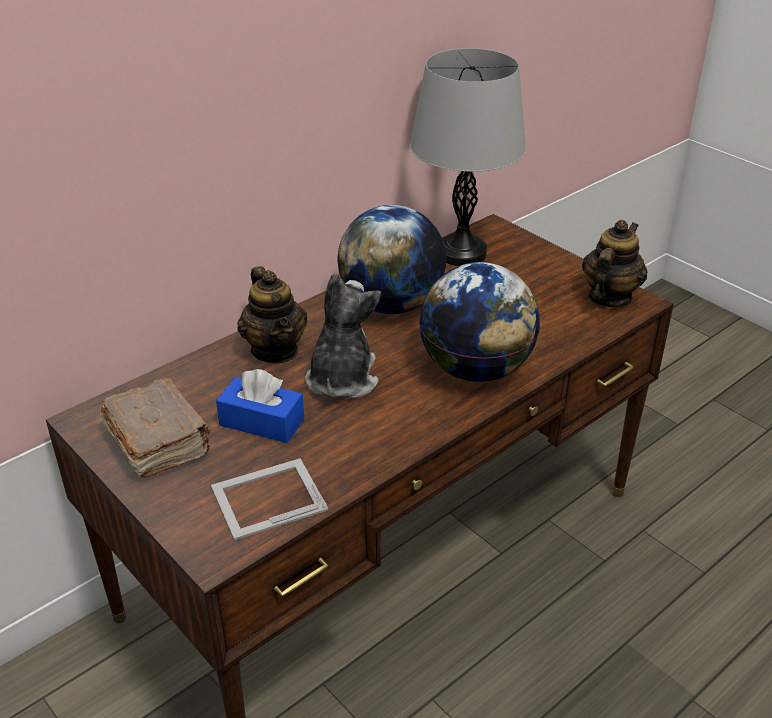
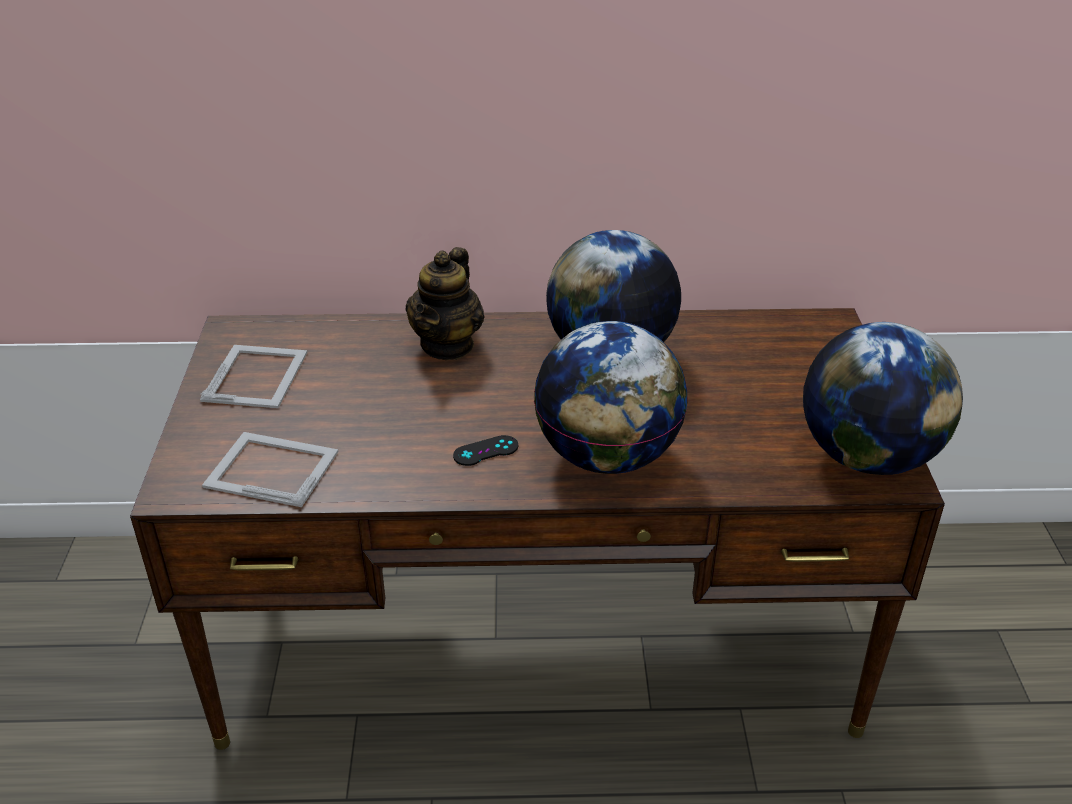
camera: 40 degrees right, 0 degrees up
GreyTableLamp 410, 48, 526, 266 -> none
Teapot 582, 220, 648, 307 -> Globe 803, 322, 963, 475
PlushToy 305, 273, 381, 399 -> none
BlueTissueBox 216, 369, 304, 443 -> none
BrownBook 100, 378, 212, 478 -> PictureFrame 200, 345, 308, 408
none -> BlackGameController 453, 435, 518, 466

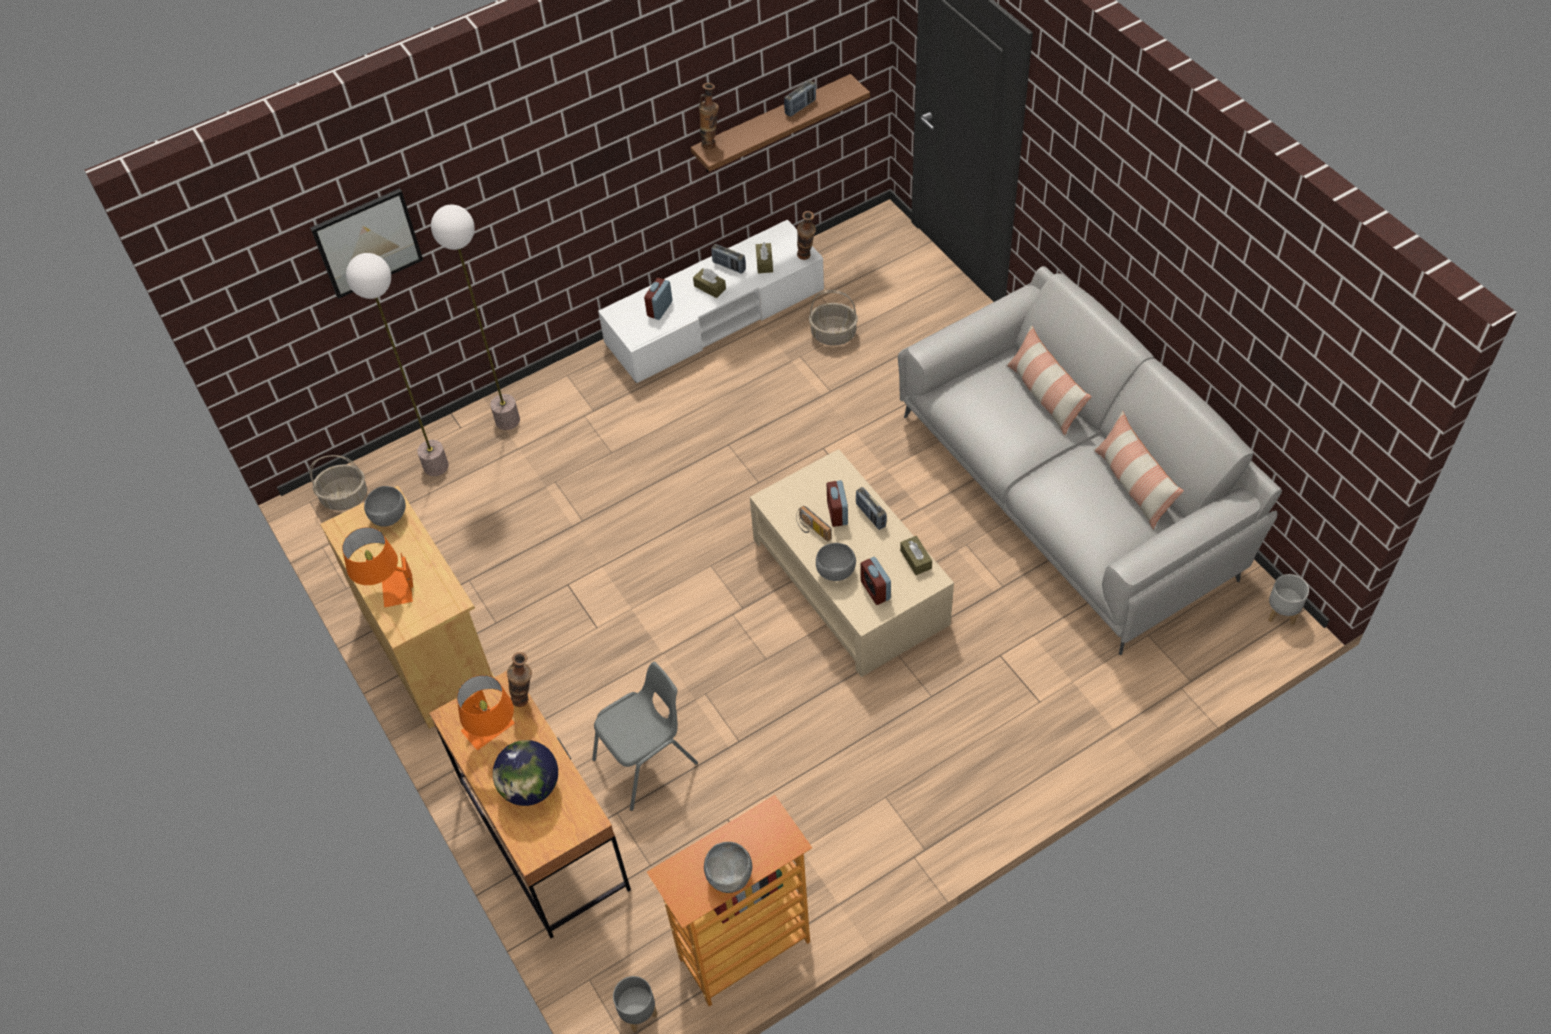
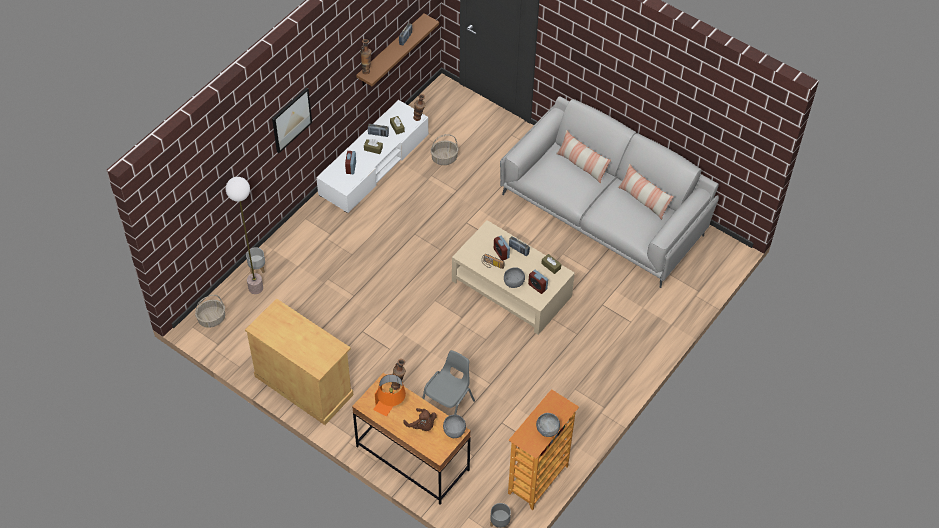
camera: 25 degrees left, 0 degrees up
Picture 311, 188, 423, 299 -> Picture 272, 88, 312, 153, move
FloorLamp 431, 204, 520, 430 -> none
GreyBowl 364, 486, 406, 526 -> GreyBowl 443, 415, 466, 438, move
OrangeTableLamp 342, 527, 413, 607 -> none
GreyPlanter 1268, 574, 1309, 625 -> GreyPlanter 246, 247, 265, 274, move
Globe 493, 740, 558, 806 -> BrownPlushToy 403, 408, 437, 431

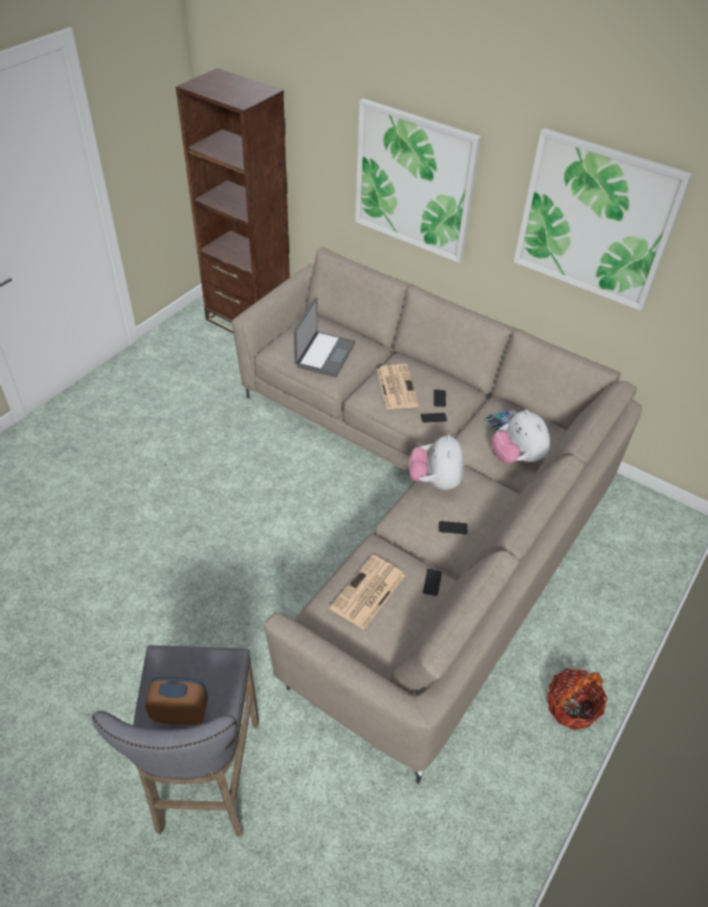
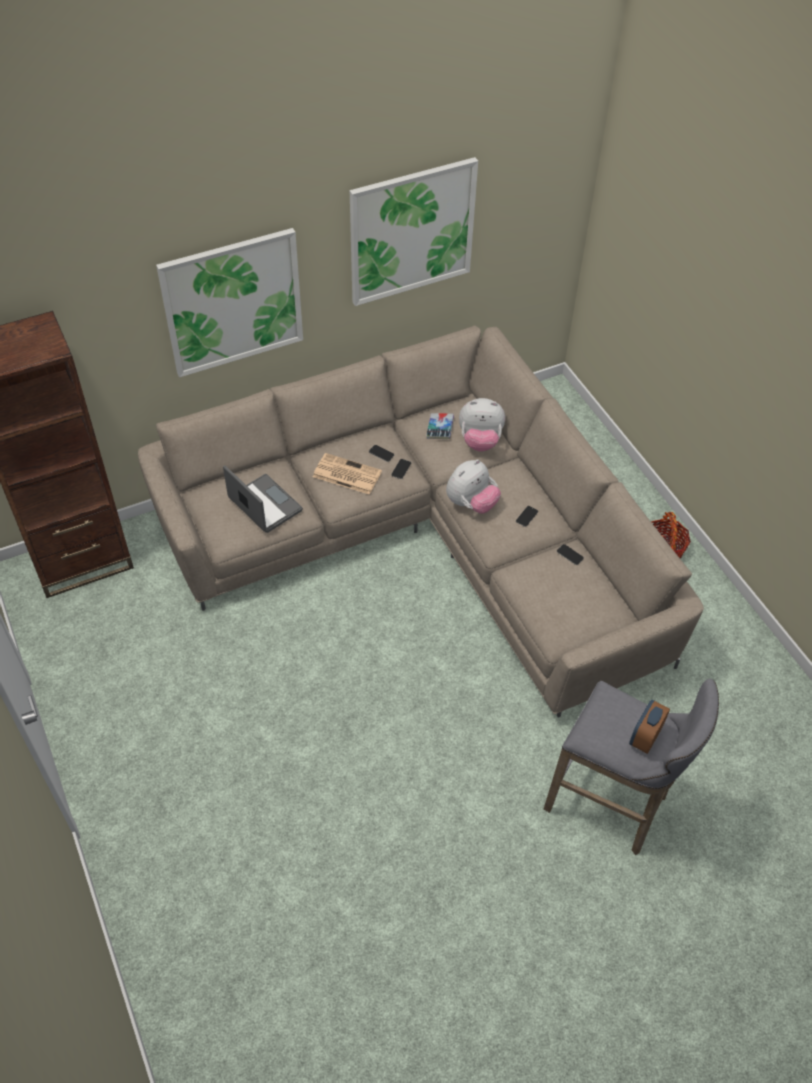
camera: 60 degrees left, 5 degrees up
PlushToy 409, 434, 464, 490 -> PlushToy 446, 459, 501, 514, 75 degrees counterclockwise
Newspaper 330, 555, 405, 630 -> none

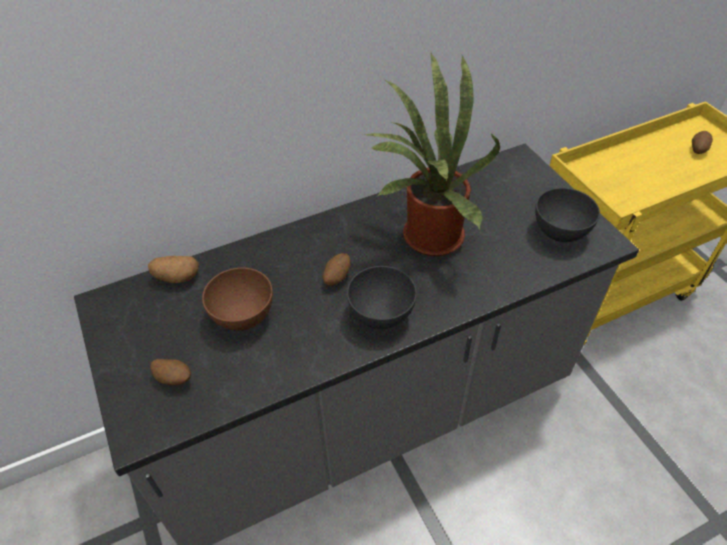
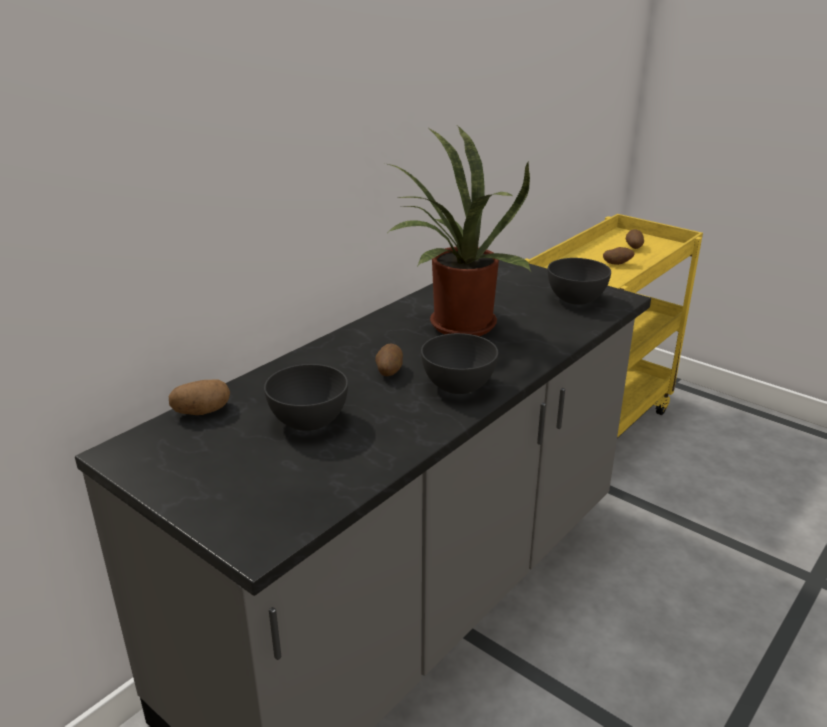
camera: 25 degrees left, 20 degrees down
BrownBowl 202, 268, 273, 331 -> GreyBowl 264, 364, 348, 431
Potato 150, 359, 191, 385 -> Potato 603, 247, 635, 265, move

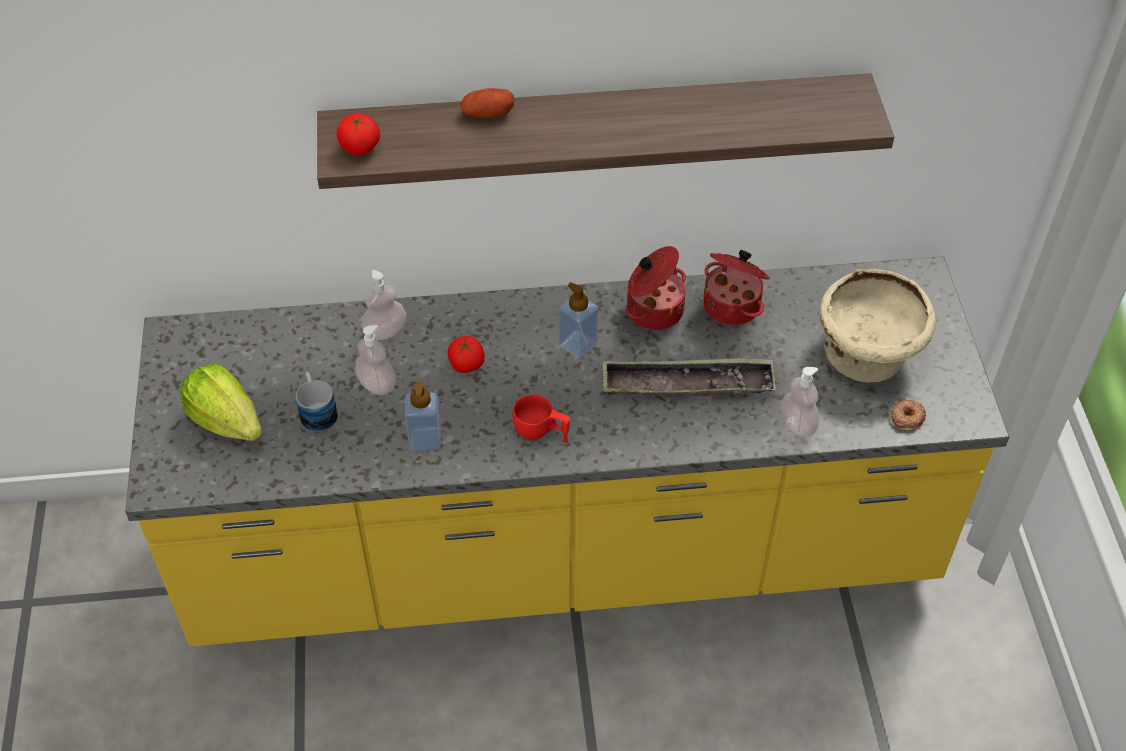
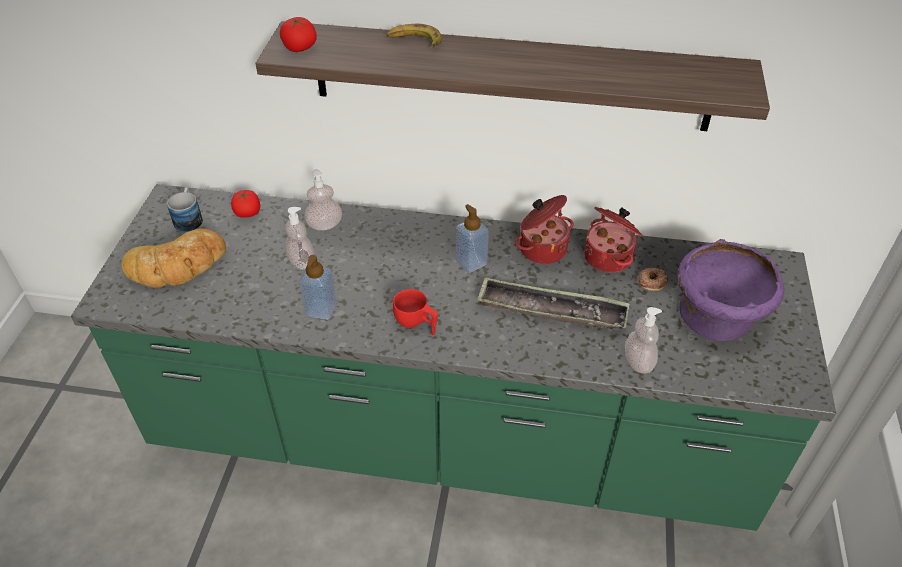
camera: 15 degrees right, 5 degrees down
Potato 460, 88, 514, 118 -> Banana 386, 24, 442, 48
YellowCounter 125, 256, 1009, 646 -> GreenCounter 71, 184, 836, 531
BeigeBowl 820, 268, 936, 382 -> PurpleBowl 677, 239, 784, 341
Tomato 447, 336, 485, 373 -> Tomato 231, 190, 260, 218, move
Lettuce 180, 364, 262, 441 -> Bread 121, 229, 226, 288
Mug 296, 372, 338, 432 -> Mug 167, 187, 203, 233, move
Donut 891, 400, 926, 431 -> Donut 638, 268, 668, 291, move

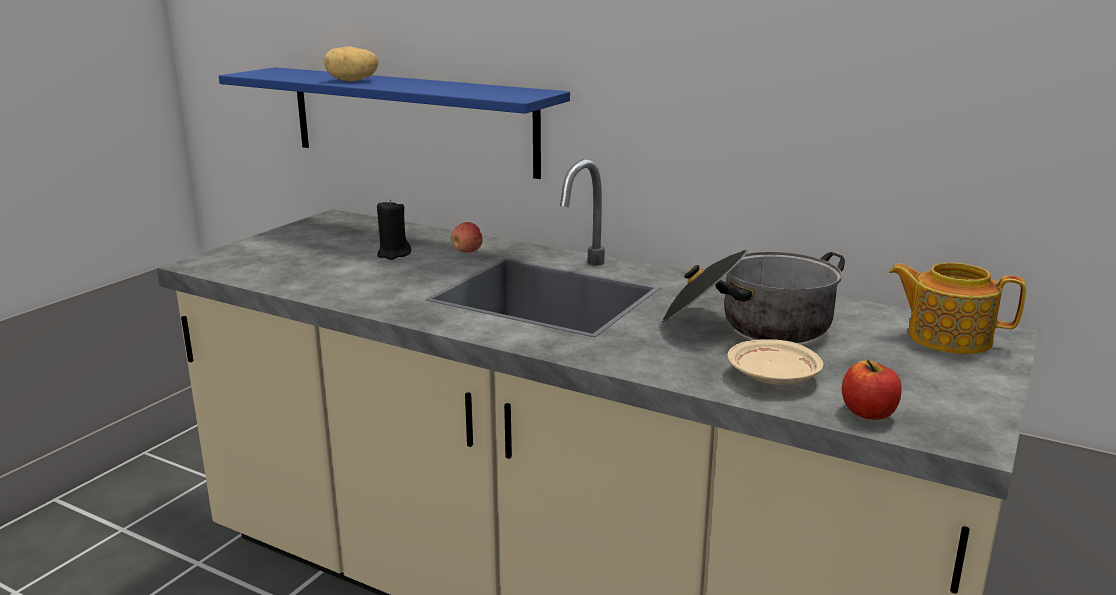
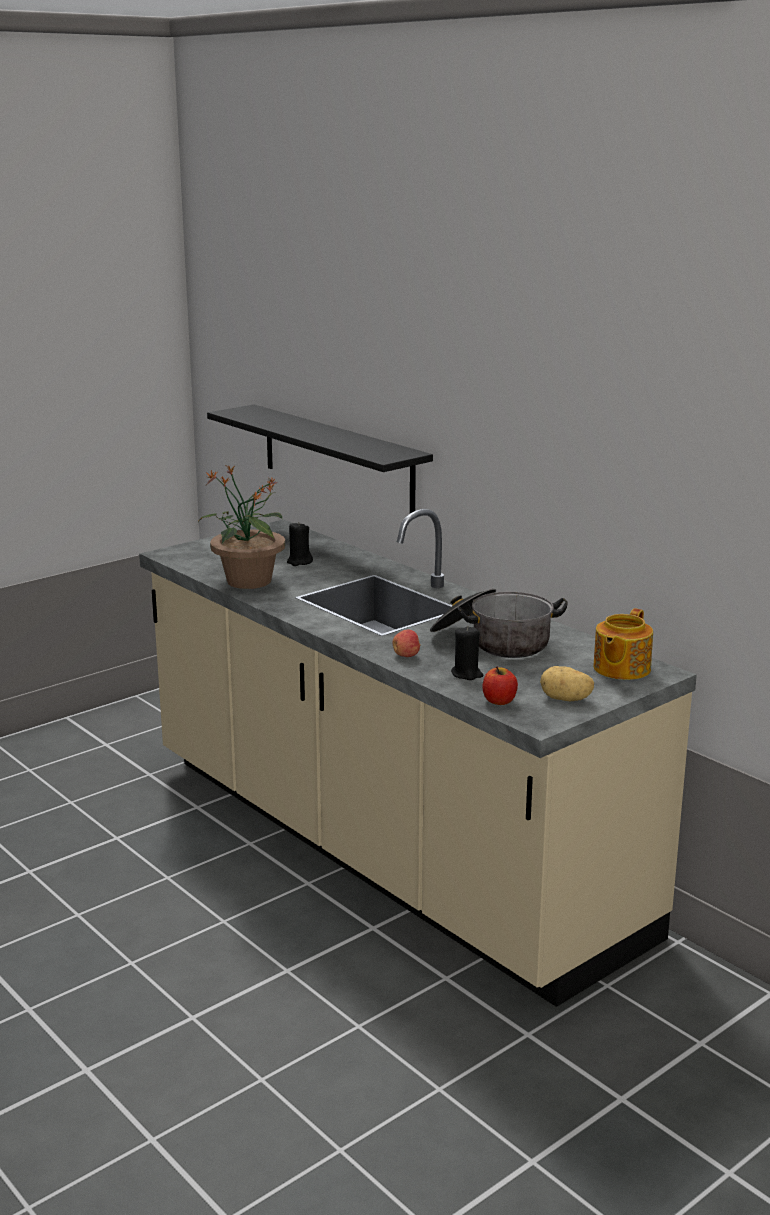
camera: 20 degrees right, 0 degrees up
Potato 324, 46, 378, 81 -> Potato 540, 666, 594, 701, move
BlueShelf 219, 67, 570, 179 -> BlackShelf 207, 404, 433, 513
Apple 451, 222, 483, 252 -> Apple 393, 630, 421, 657, move
Teapot 889, 262, 1026, 354 -> Teapot 593, 608, 653, 680, 105 degrees counterclockwise
BeigePlate 727, 339, 823, 385 -> BlackCandle 451, 626, 483, 680
none -> PottedPlant 198, 465, 285, 589

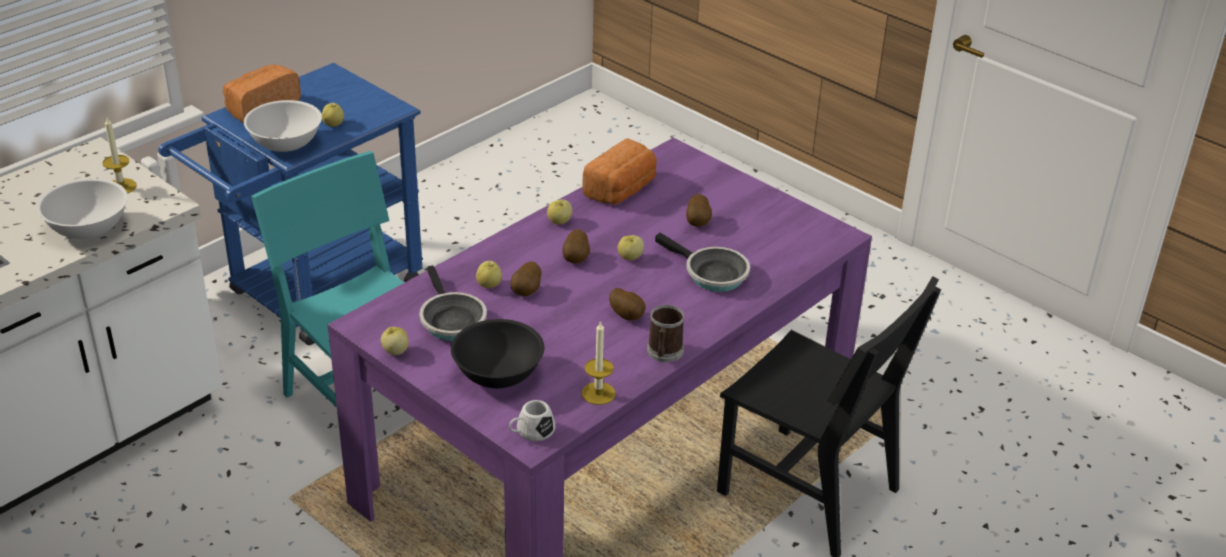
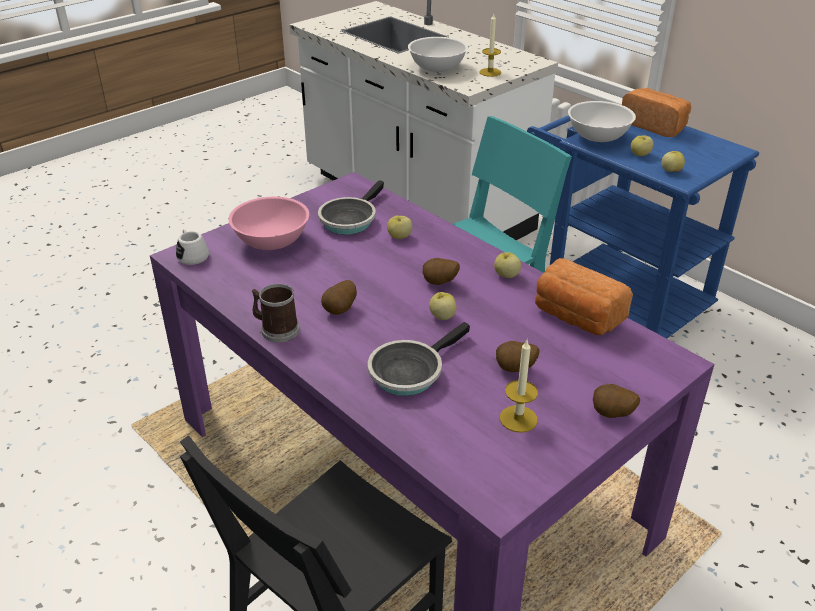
camera: 95 degrees right, 0 degrees up
Potato 510, 261, 541, 296 -> Potato 593, 384, 640, 418, move
FryingPan 419, 265, 487, 341 -> FryingPan 318, 180, 384, 235, 45 degrees counterclockwise
BlackBowl 451, 319, 545, 388 -> PinkBowl 228, 197, 309, 250
Candle 582, 320, 615, 405 -> Candle 500, 340, 538, 433, move
Apple 381, 327, 409, 355 -> Apple 661, 151, 685, 172, move

